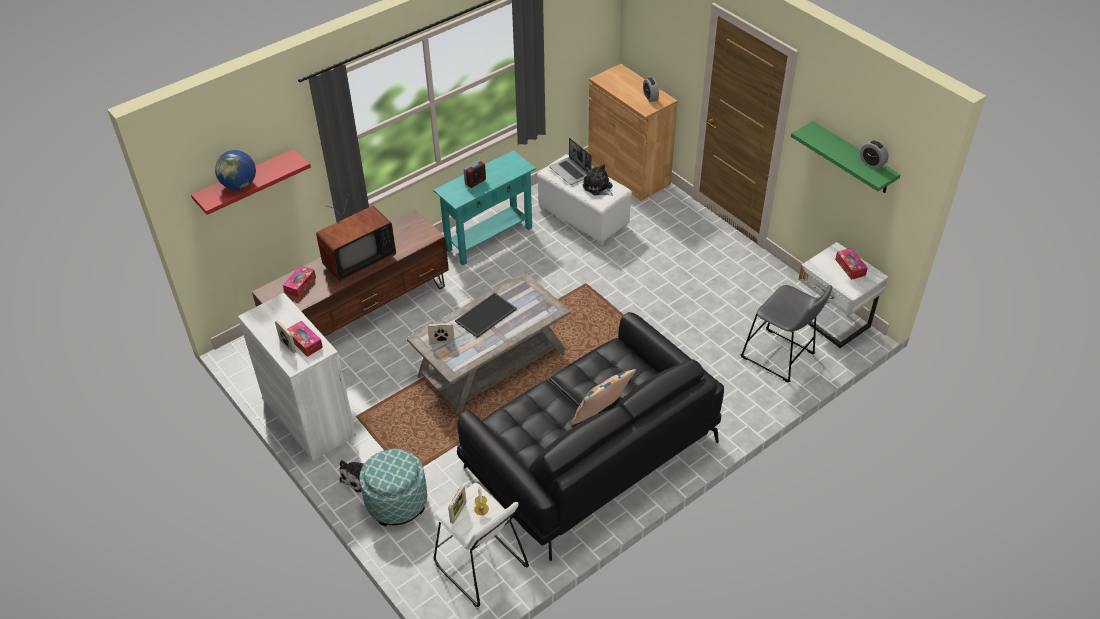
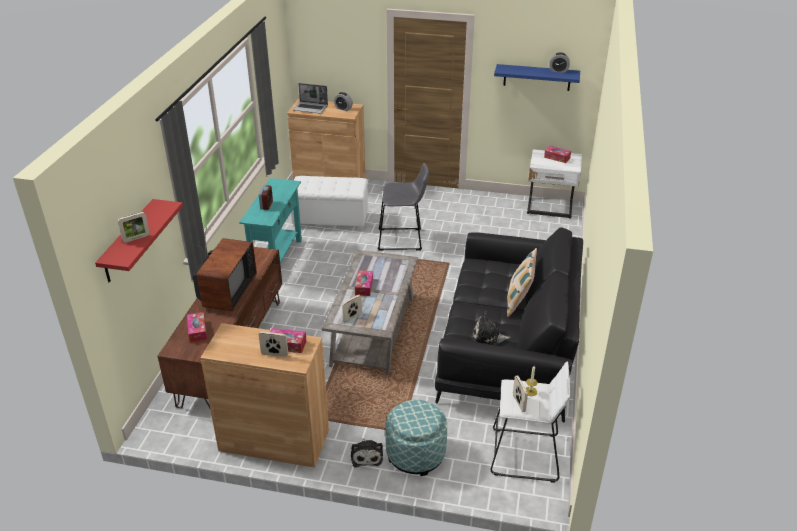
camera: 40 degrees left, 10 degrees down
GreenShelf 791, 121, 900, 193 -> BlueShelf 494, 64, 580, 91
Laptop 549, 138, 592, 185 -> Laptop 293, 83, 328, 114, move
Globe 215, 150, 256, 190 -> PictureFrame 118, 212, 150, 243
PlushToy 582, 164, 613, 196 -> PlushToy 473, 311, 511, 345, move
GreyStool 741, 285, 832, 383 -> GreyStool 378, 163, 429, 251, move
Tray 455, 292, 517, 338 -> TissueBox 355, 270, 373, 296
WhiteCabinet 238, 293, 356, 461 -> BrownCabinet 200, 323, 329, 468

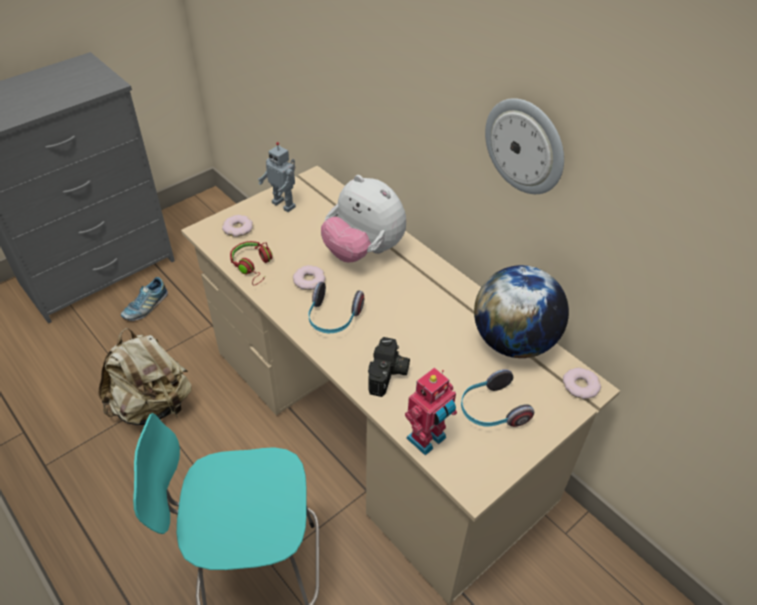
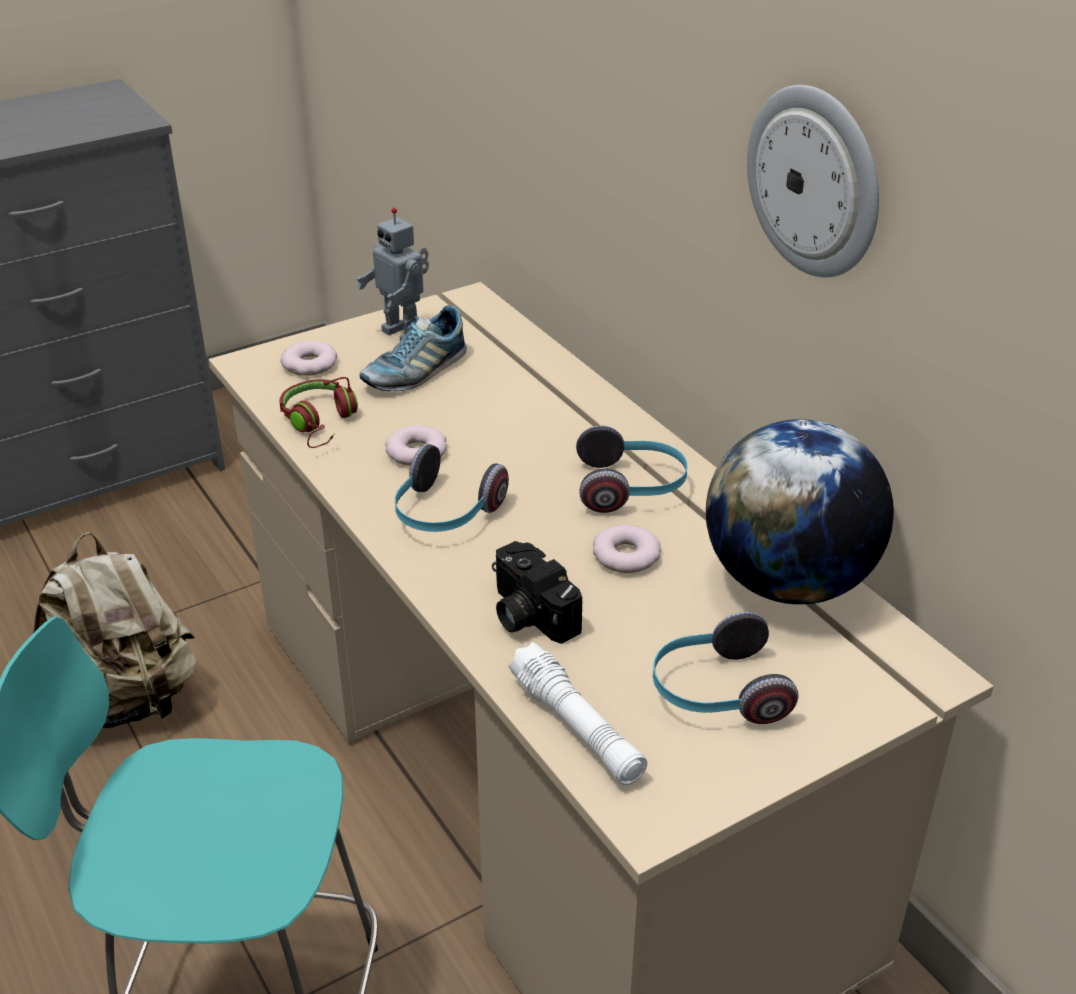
camera: 10 degrees right, 10 degrees down
PlushToy 321, 175, 406, 263 -> none
Shoe 121, 277, 168, 321 -> Shoe 359, 305, 467, 391, move
PhotoCamera 368, 337, 410, 397 -> PhotoCamera 492, 541, 583, 644, 120 degrees clockwise
ToyRobot 405, 368, 457, 456 -> WhiteFlashlight 508, 642, 647, 785
Donut 563, 368, 601, 399 -> Donut 593, 525, 661, 573, move
none -> Headphones 576, 425, 688, 513

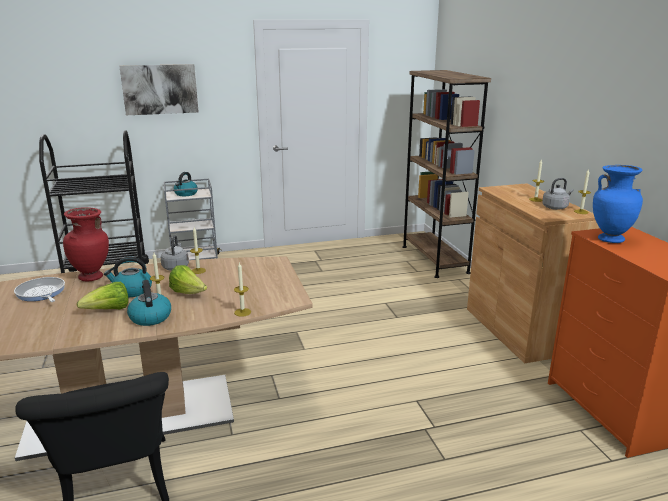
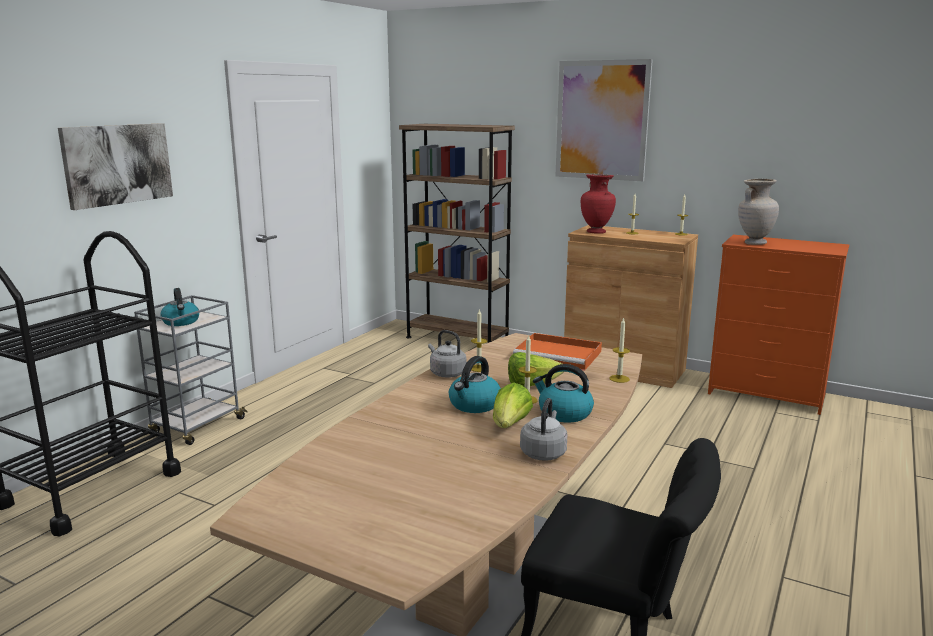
camera: 45 degrees left, 5 degrees down
BlueVase 593, 165, 643, 243 -> BeigeVase 738, 179, 779, 245
GreyKettle 542, 178, 573, 210 -> GreyKettle 520, 398, 567, 461, move
RedVase 63, 207, 109, 281 -> RedVase 581, 174, 616, 234, move
FryingPan 14, 277, 65, 302 -> none
none -> Picture 556, 59, 653, 181
none -> OrangeTray 513, 333, 602, 371

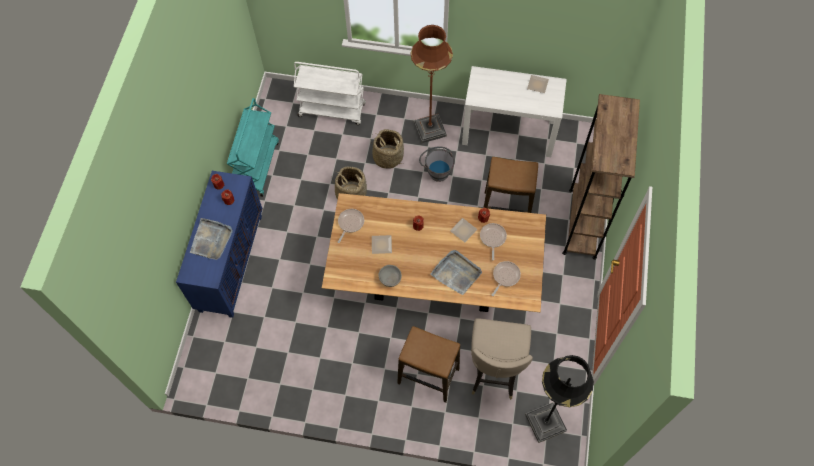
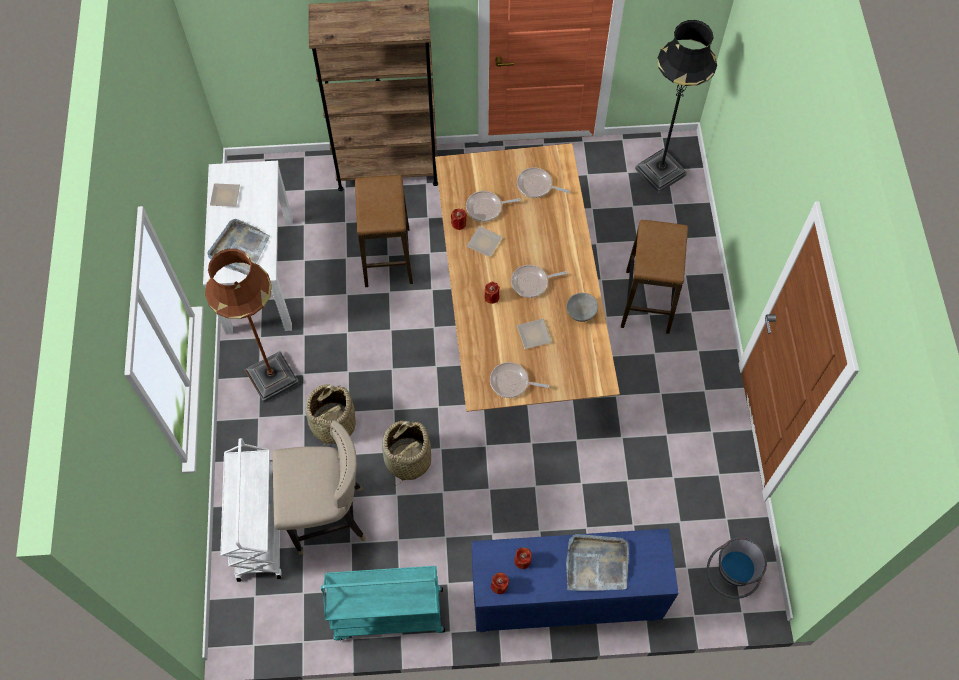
camera: 105 degrees left, 0 degrees up
GreyBucket 419, 146, 455, 182 -> GreyBucket 707, 537, 767, 599, move
GreyTray 430, 250, 482, 295 -> GreyTray 207, 219, 270, 275, move
BeigeStool 471, 318, 533, 400 -> BeigeStool 272, 421, 366, 555, move
none -> FryingPan 511, 265, 567, 298

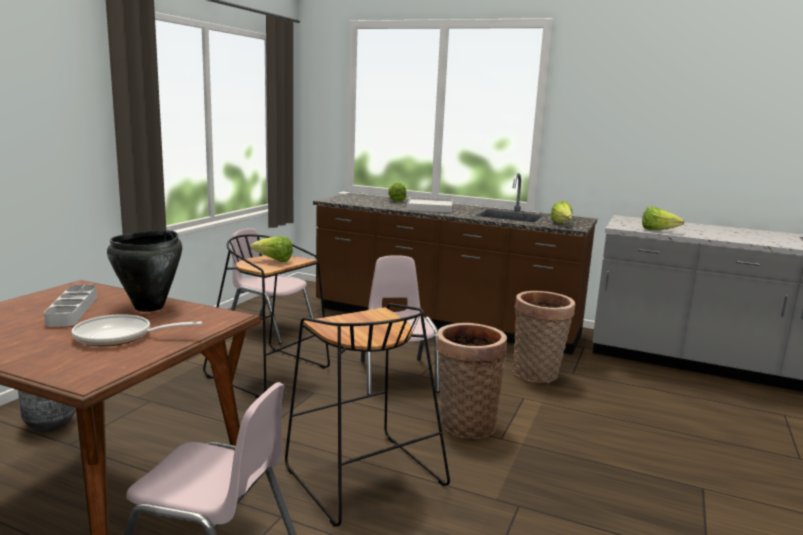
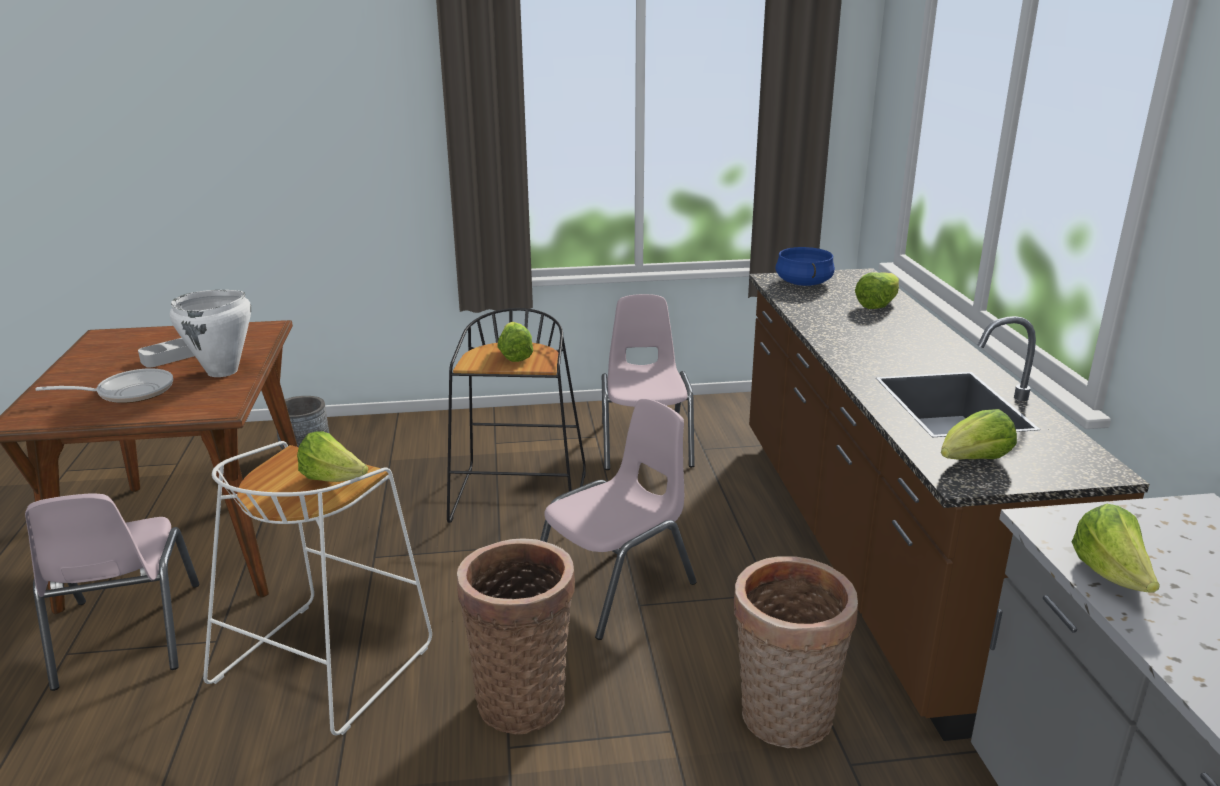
camera: 60 degrees right, 10 degrees up
WhiteTray 407, 197, 452, 213 -> none
BlackCookingPot 107, 230, 182, 312 -> WhiteCookingPot 170, 290, 251, 377
BlackStool 285, 303, 450, 527 -> WhiteStool 203, 441, 432, 735
FryingPan 72, 314, 202, 346 -> FryingPan 36, 368, 173, 403, 105 degrees clockwise
none -> BlueCookingPot 775, 247, 835, 286
none -> Lettuce 297, 431, 368, 482

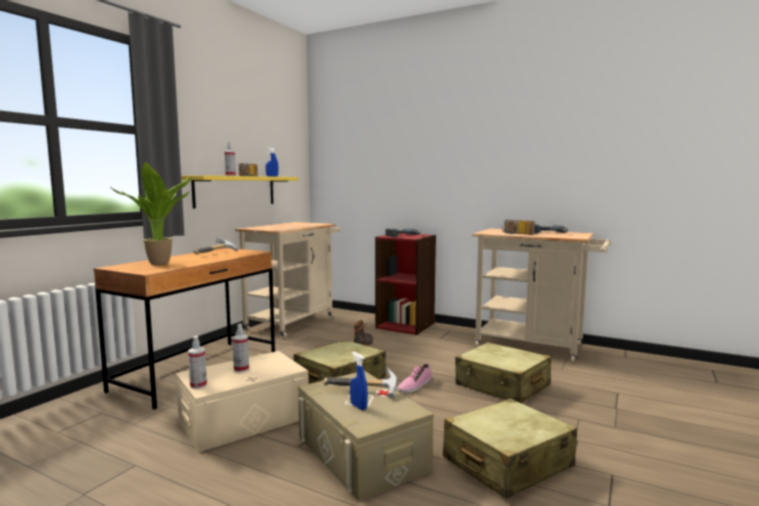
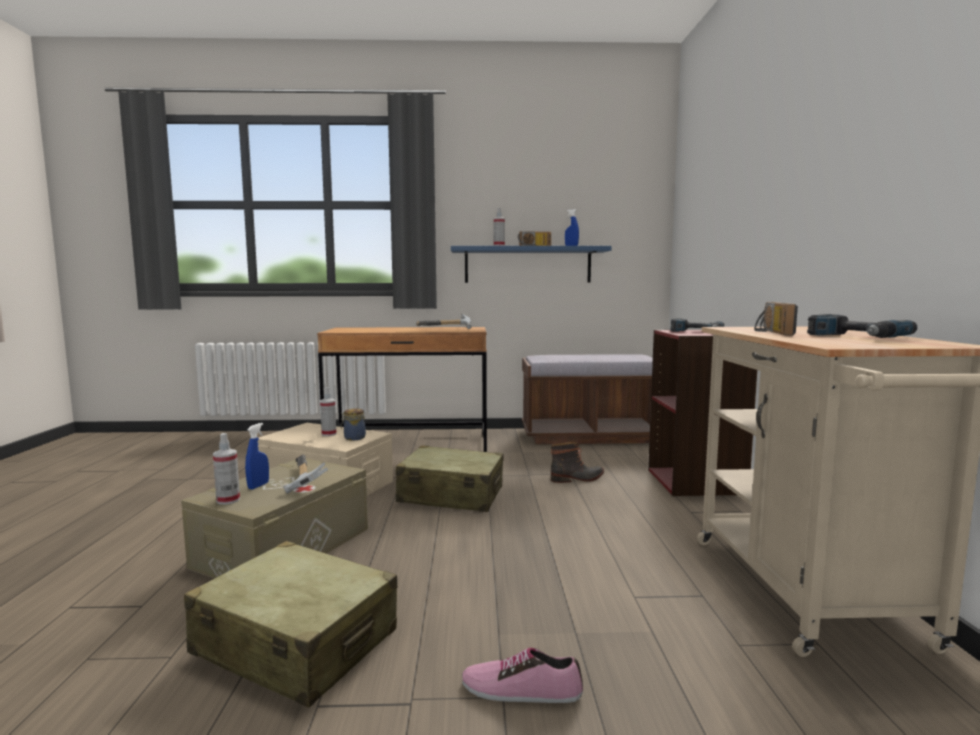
camera: 60 degrees right, 0 degrees up
PottedPlant 110, 162, 192, 265 -> none
YellowShelf 181, 175, 298, 209 -> BlueShelf 451, 246, 612, 283
BeigeCart 235, 222, 340, 339 -> BrownBench 522, 354, 653, 444
SprayBottle 188, 336, 207, 389 -> SprayBottle 213, 433, 240, 505, move
BeigeSuitcase 455, 342, 551, 403 -> none
Shoe 398, 363, 432, 393 -> Shoe 462, 648, 583, 703, move
none -> Jar 341, 409, 366, 440

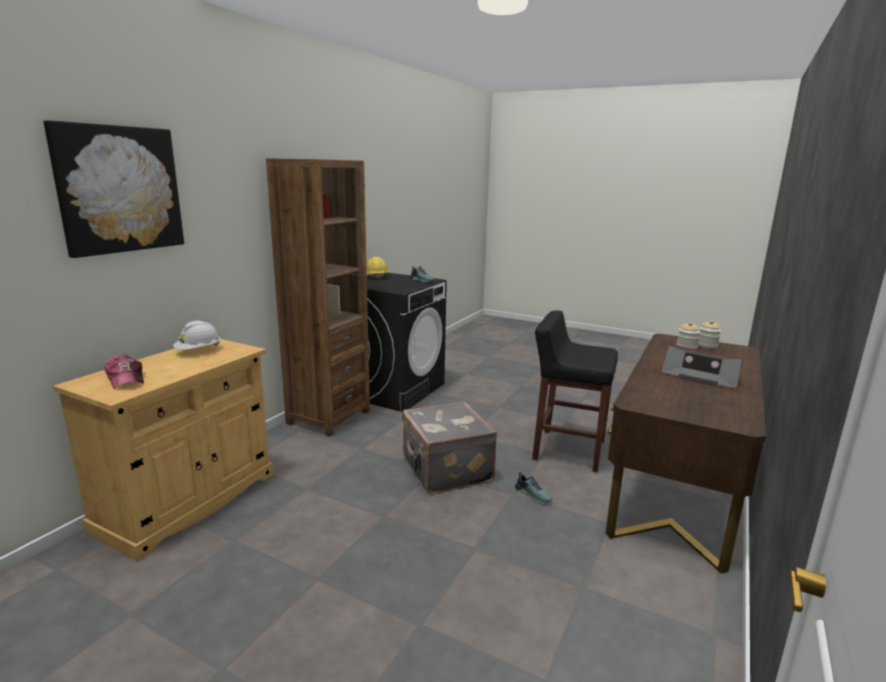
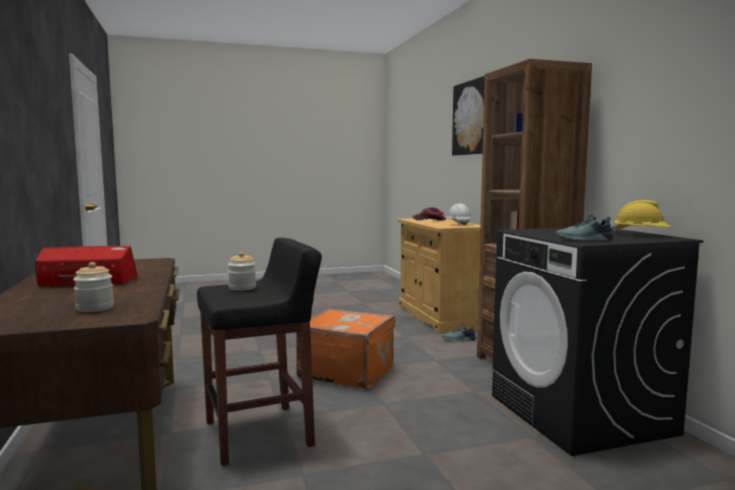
camera: 135 degrees right, 10 degrees down
Jar 698, 320, 721, 349 -> Jar 228, 252, 256, 291, move
GreySuitcase 402, 402, 497, 494 -> OrangeSuitcase 296, 308, 395, 389
Shoe 515, 472, 552, 504 -> Shoe 442, 325, 476, 341, move

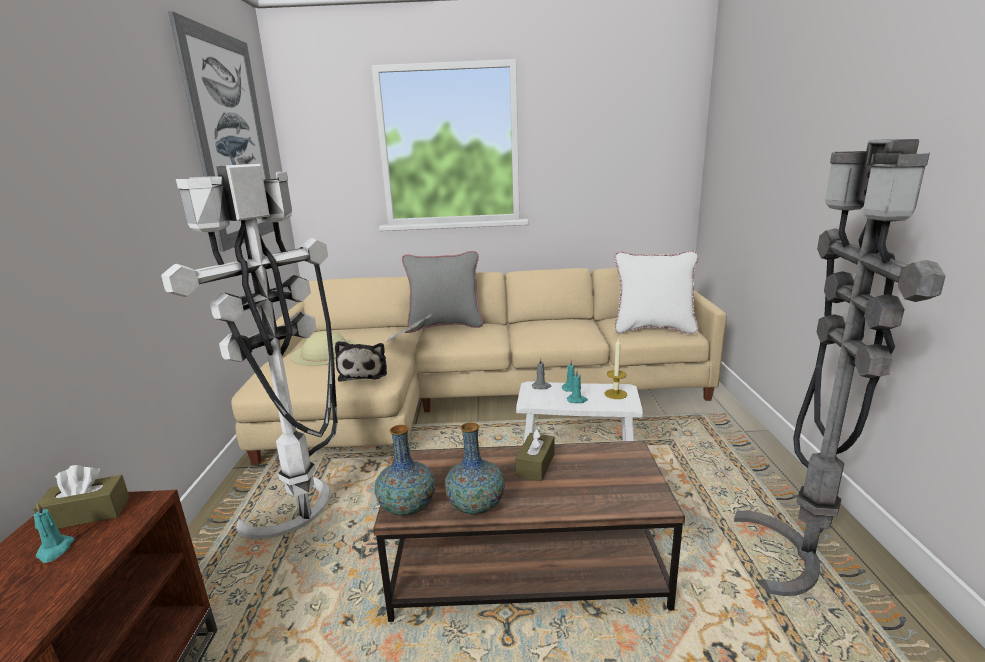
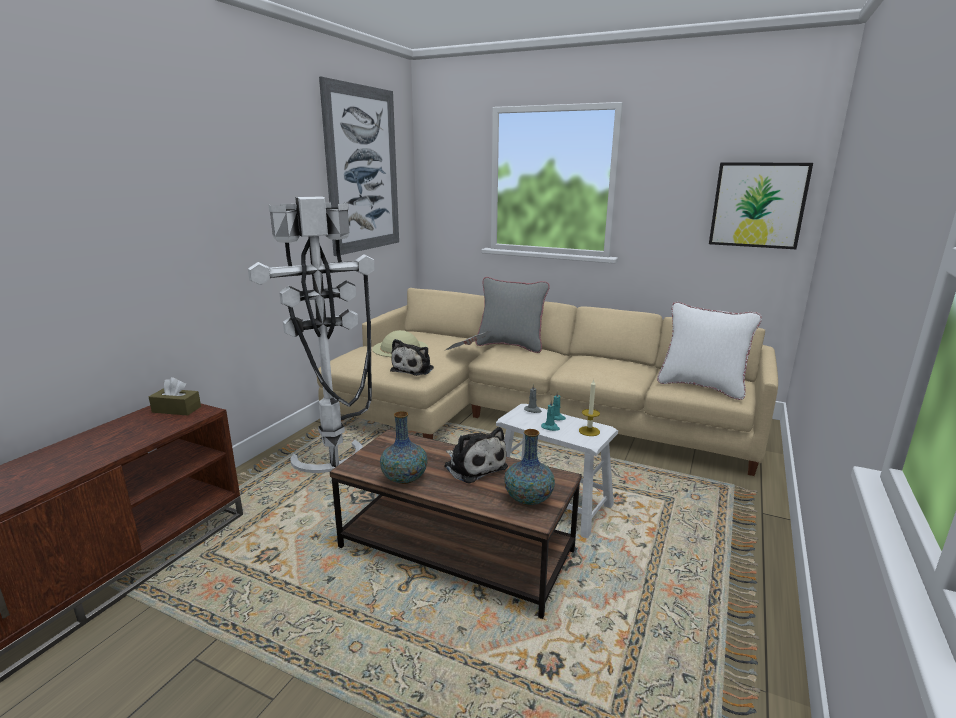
camera: 25 degrees right, 0 degrees up
GreyFloorLamp 734, 139, 946, 596 -> none
Vase 375, 425, 435, 516 -> Vase 505, 429, 555, 505, move
BrownTissueBox 515, 427, 554, 481 -> PlushToy 445, 427, 508, 484
TurquoiseCandle 33, 502, 74, 563 -> none
none -> Picture 709, 162, 813, 249

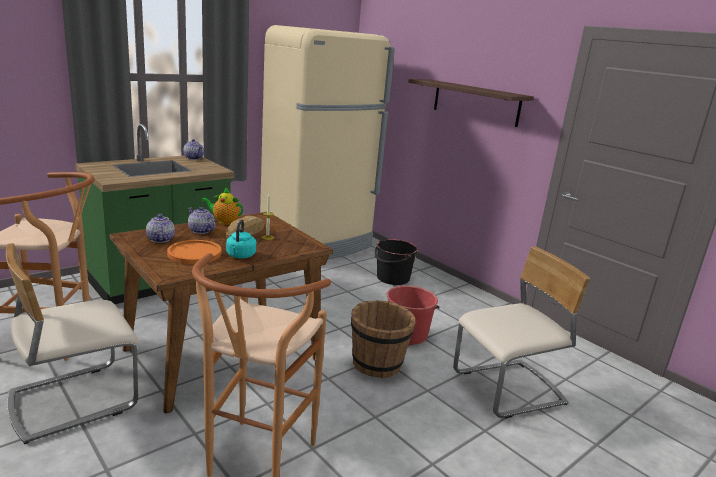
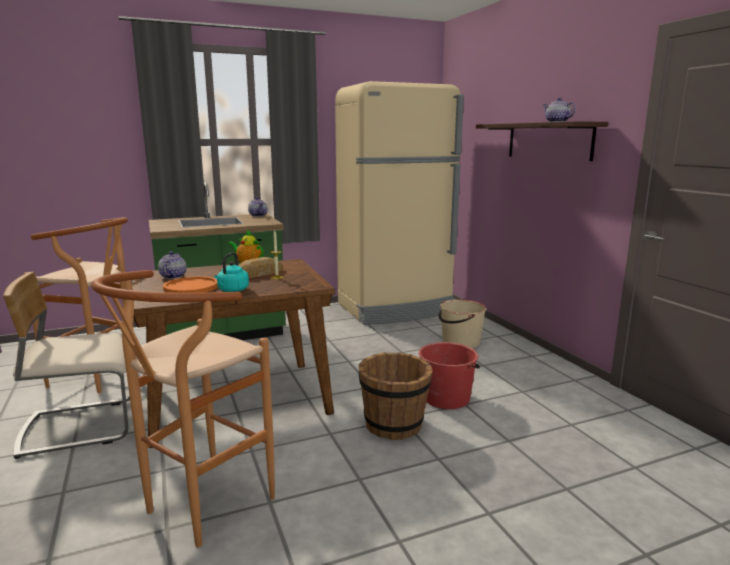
camera: 20 degrees right, 5 degrees down
Teapot 188, 207, 215, 234 -> Teapot 543, 98, 576, 122, move
BlackBucket 375, 239, 418, 285 -> BeigeBucket 439, 299, 487, 349
BeigeChair 453, 246, 590, 418 -> none

